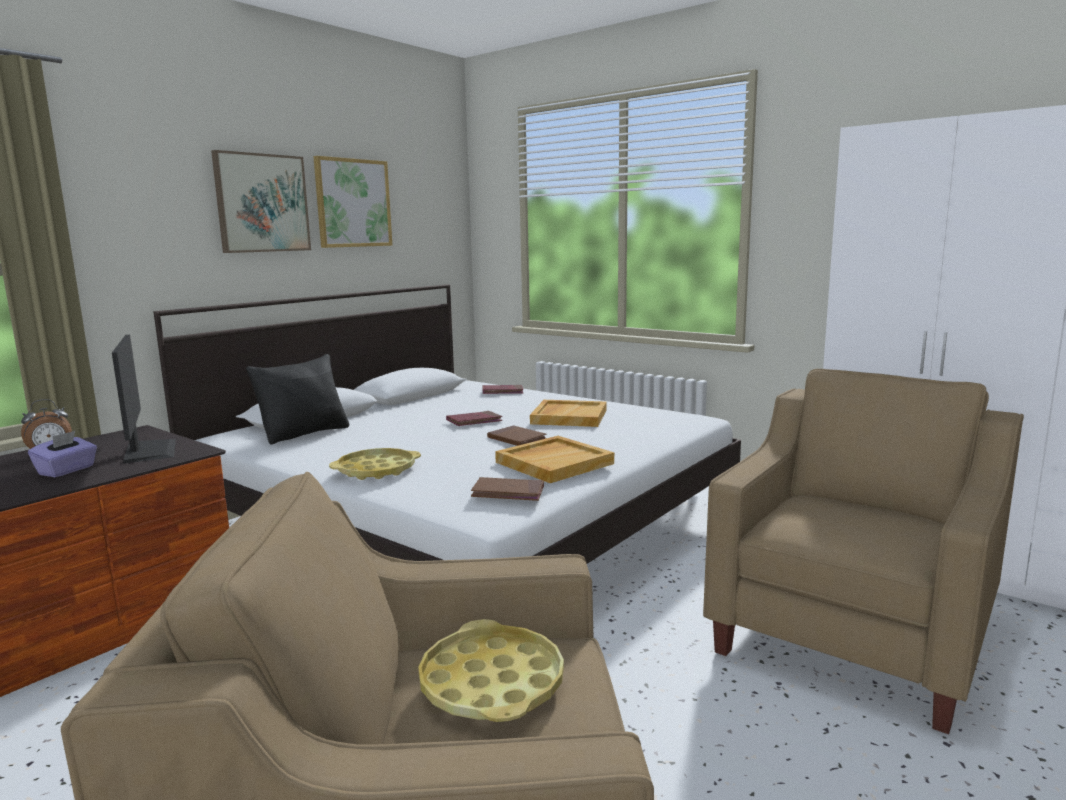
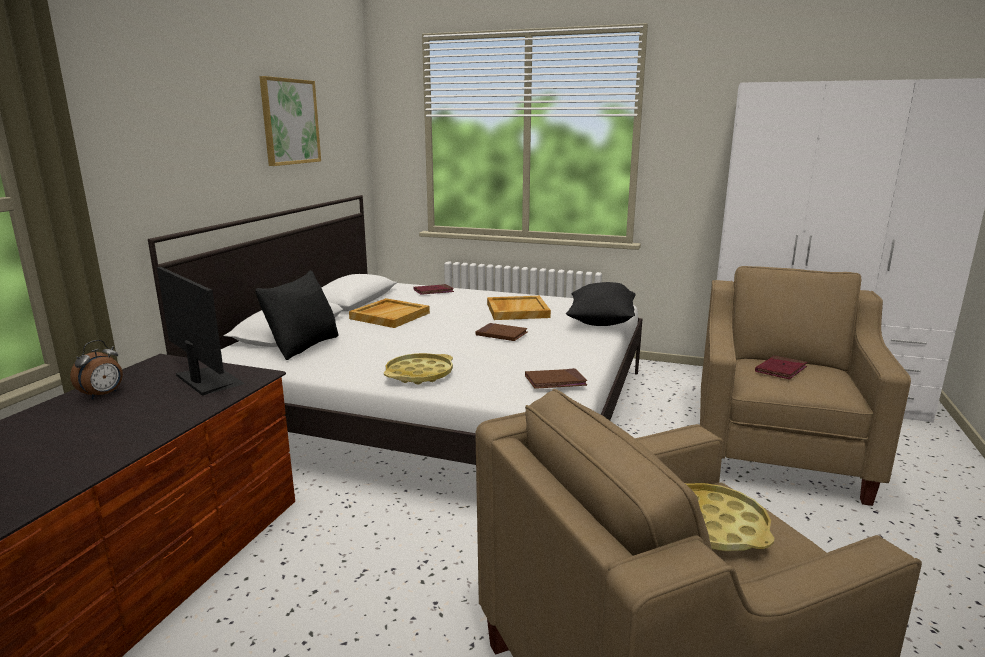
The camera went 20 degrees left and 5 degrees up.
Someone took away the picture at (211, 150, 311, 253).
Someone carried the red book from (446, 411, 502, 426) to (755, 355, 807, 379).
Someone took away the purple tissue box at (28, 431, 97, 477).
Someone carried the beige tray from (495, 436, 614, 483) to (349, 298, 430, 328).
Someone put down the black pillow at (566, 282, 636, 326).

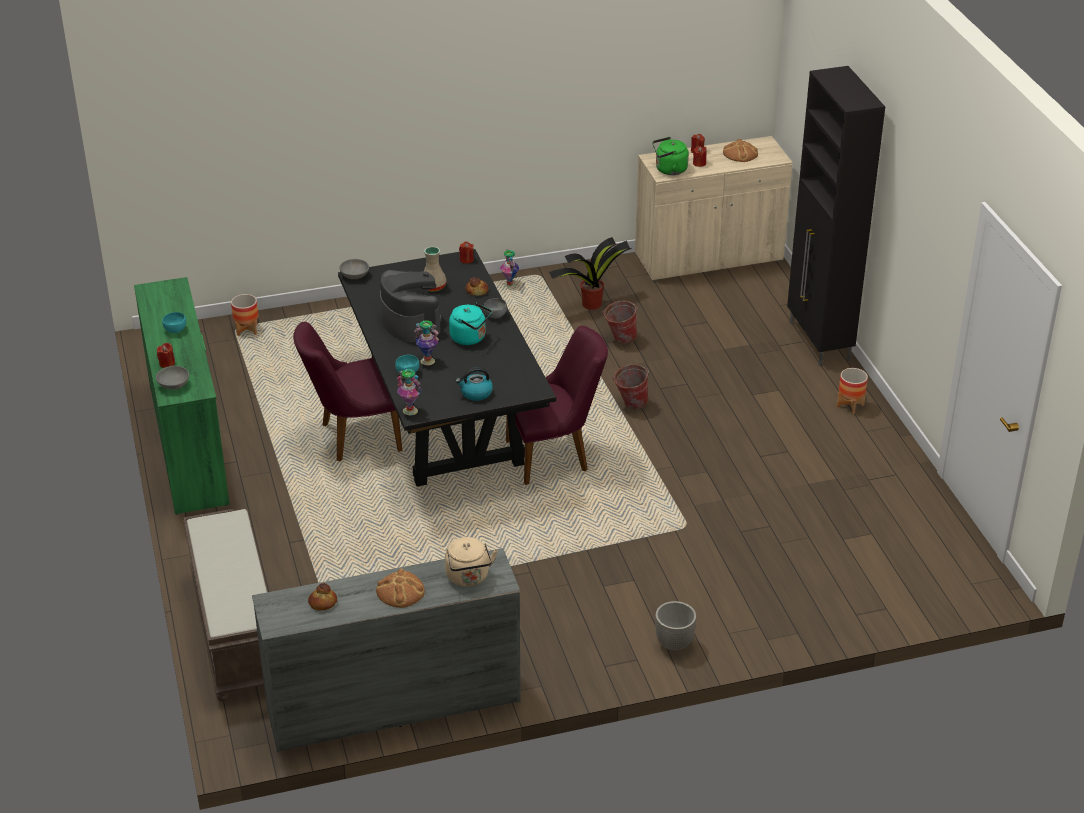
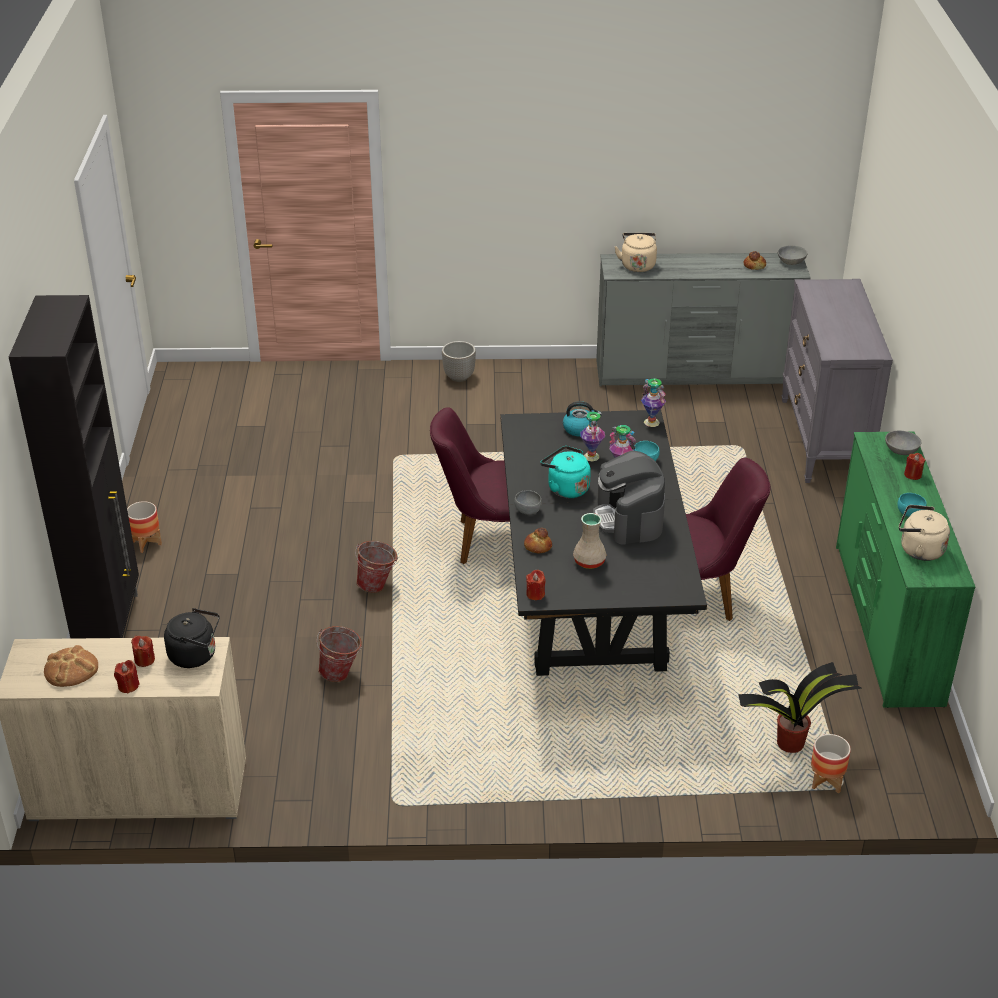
The camera went 165 degrees left and 0 degrees up.
Someone repainted the green kettle at (652, 137, 689, 175), which became the black kettle at (164, 608, 220, 668).
Someone carried the potted plant from (549, 237, 632, 310) to (738, 662, 863, 753).
Someone carried the vase from (500, 250, 520, 288) to (580, 411, 605, 462).
Someone carried the grey bowl from (340, 259, 369, 279) to (778, 245, 807, 265).
Someone swapped the brown bench at (183, 509, 268, 702) for the grey dresser at (781, 279, 893, 483).
Someone took away the bread at (376, 568, 425, 608).
Someone put down the beige kettle at (899, 505, 950, 561).

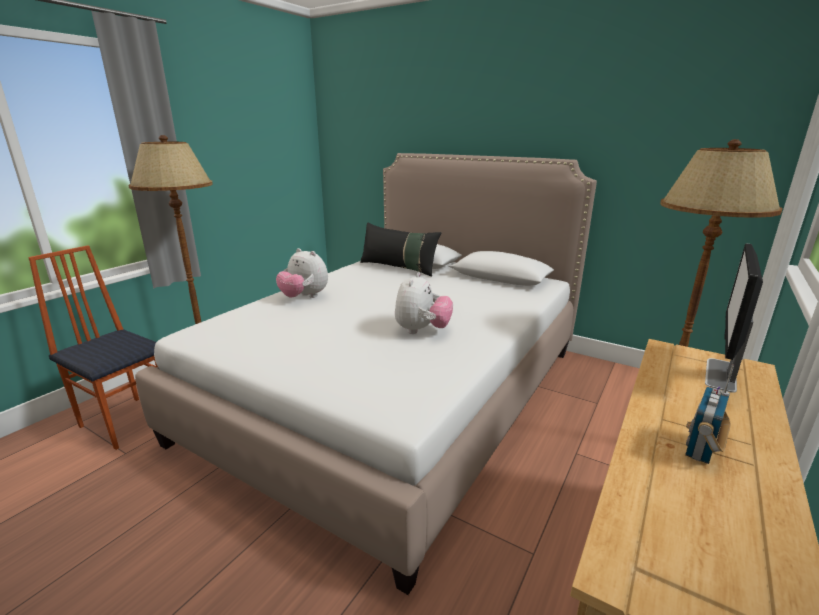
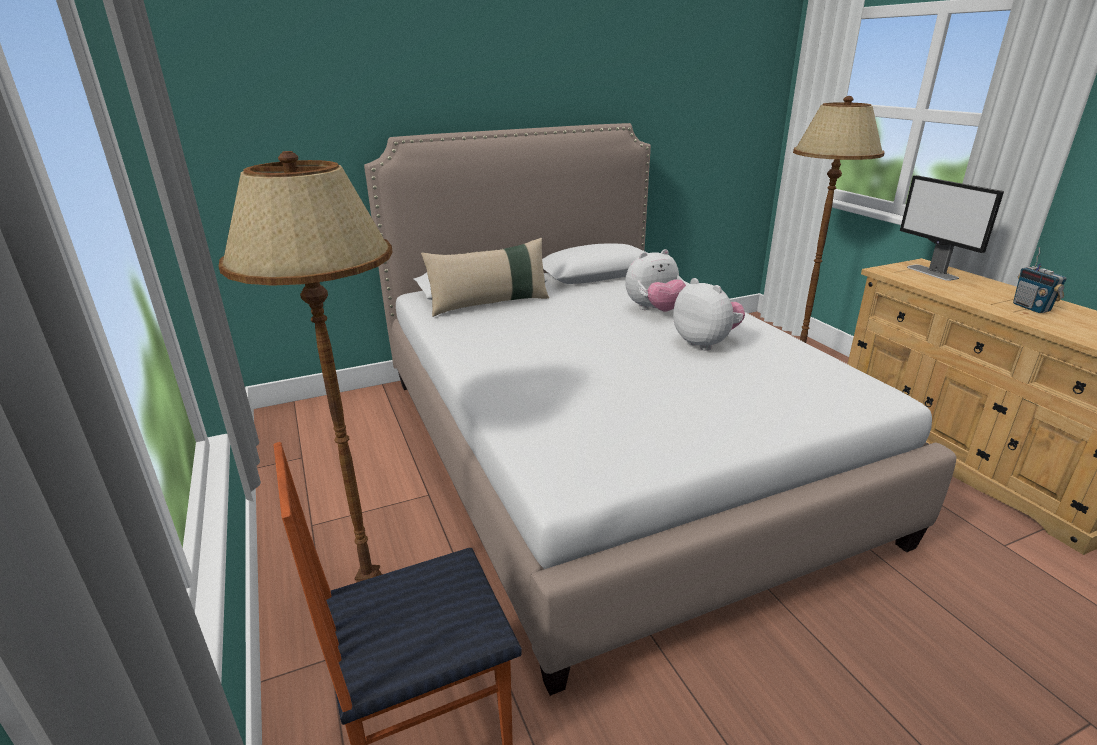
The camera went 55 degrees left and 5 degrees up.
Someone repainted the black pillow at (360, 222, 441, 276), which became the beige pillow at (421, 238, 549, 317).
Someone carried the plush toy from (276, 248, 328, 298) to (625, 249, 686, 311).

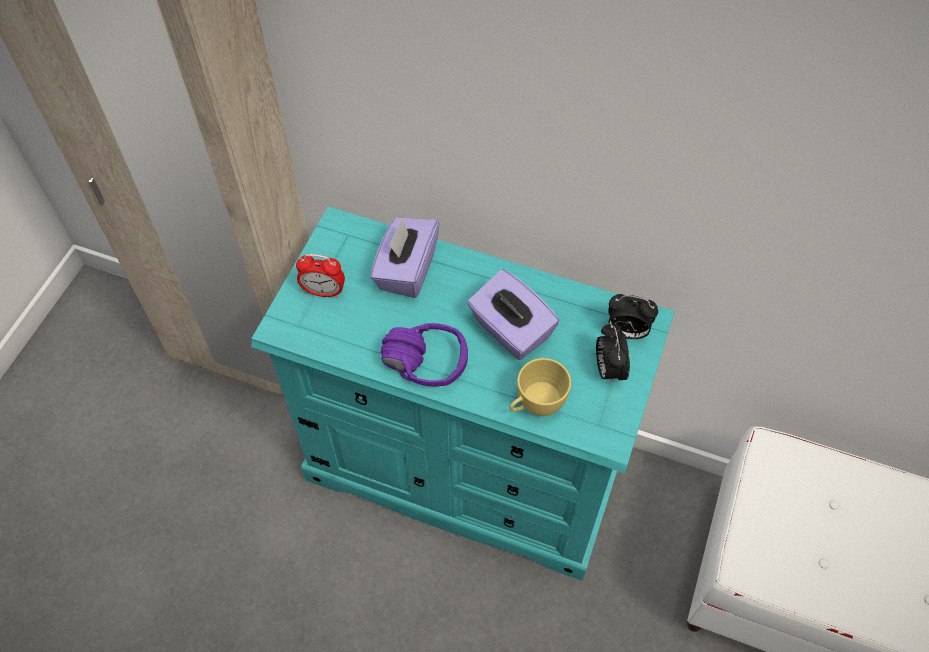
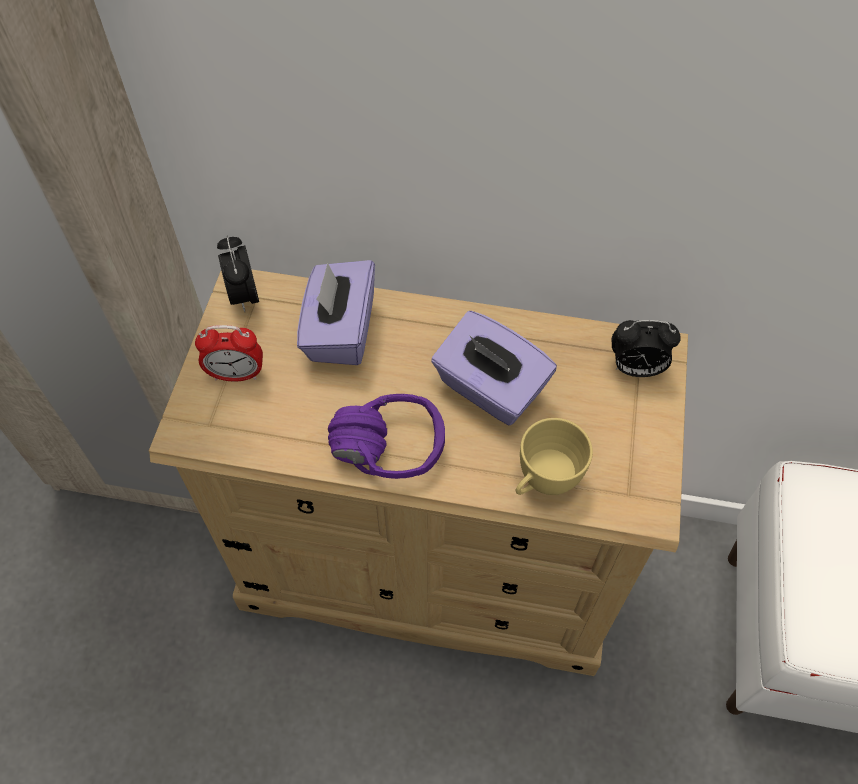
The camera went 10 degrees left and 0 degrees up.
Someone repainted the turquoise dresser at (251, 206, 675, 581), which became the beige dresser at (149, 269, 688, 676).
Someone carried the alarm clock from (596, 324, 630, 384) to (217, 236, 259, 312).

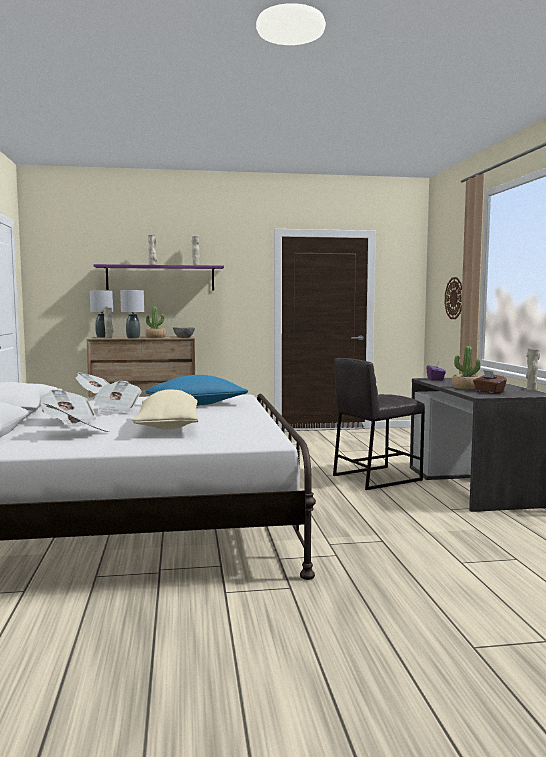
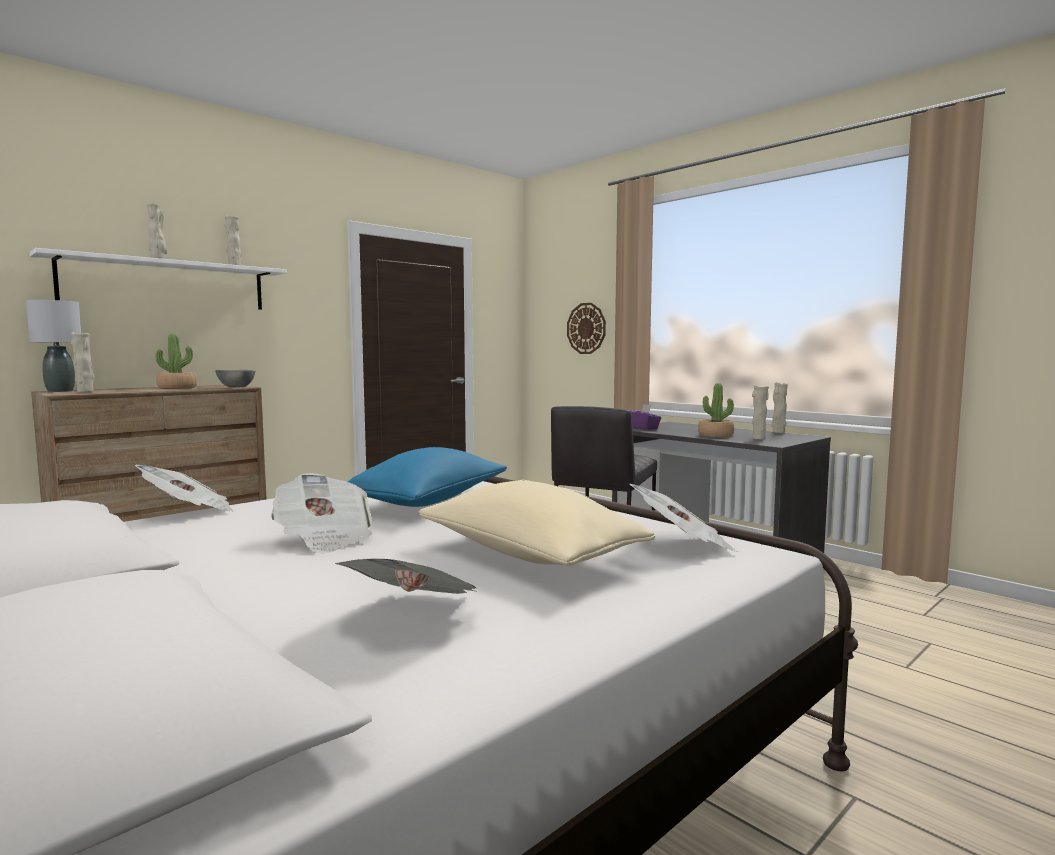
The camera went 35 degrees left and 0 degrees up.
Someone repainted the purple shelf at (94, 264, 224, 290), which became the white shelf at (30, 248, 287, 310).
Someone took away the grey table lamp at (120, 290, 144, 339).
Someone swapped the brown tissue box at (473, 370, 507, 394) for the beige vase at (752, 385, 769, 439).
Someone carried the newspaper from (40, 389, 96, 427) to (630, 484, 738, 552).

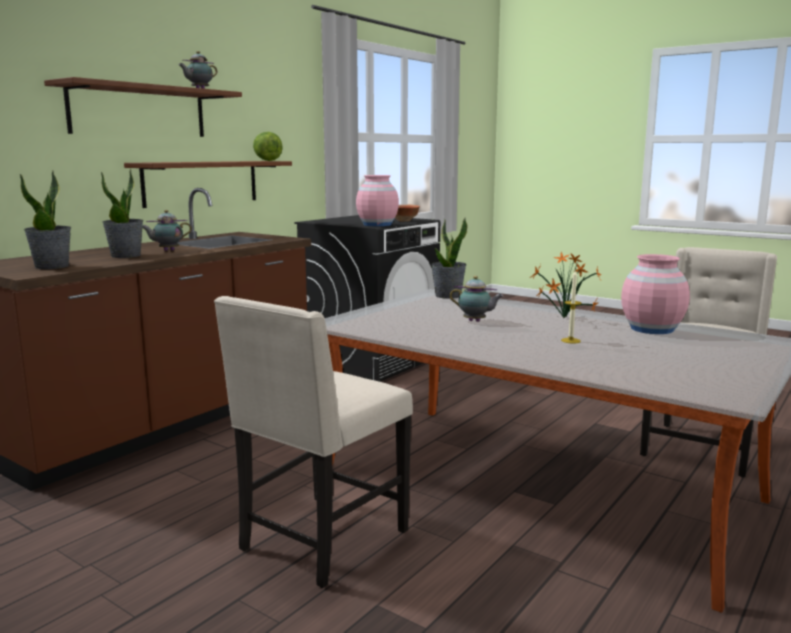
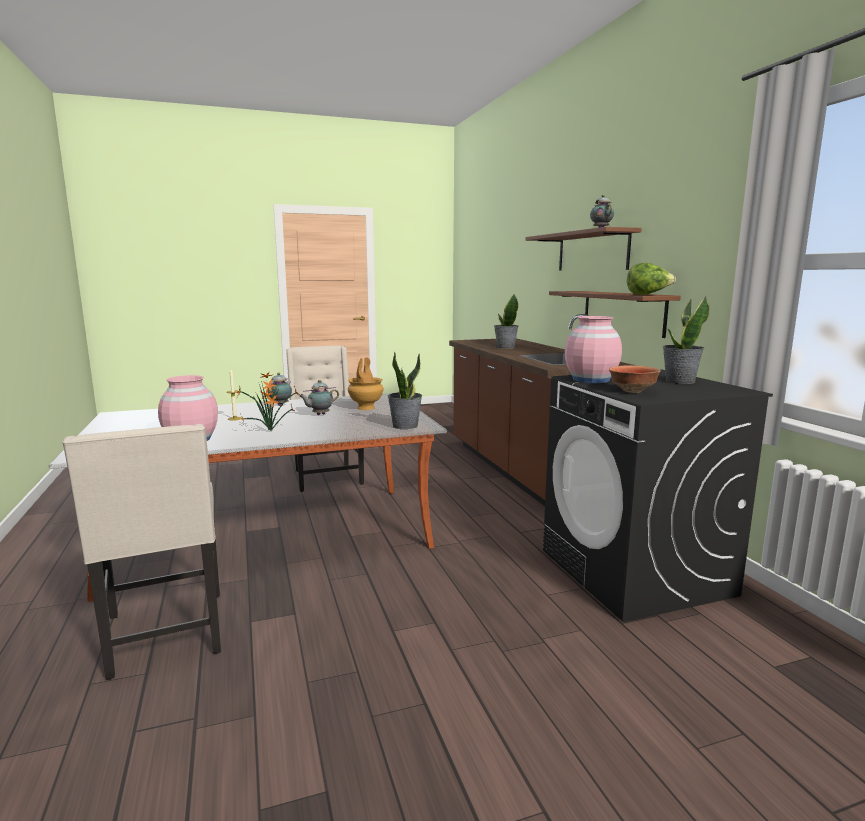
The camera went 125 degrees right and 0 degrees up.
Someone carried the potted plant from (20, 171, 72, 269) to (663, 297, 710, 384).
Someone carried the teapot from (143, 210, 192, 251) to (268, 373, 292, 406).
Someone put down the brown vase at (348, 357, 384, 410).

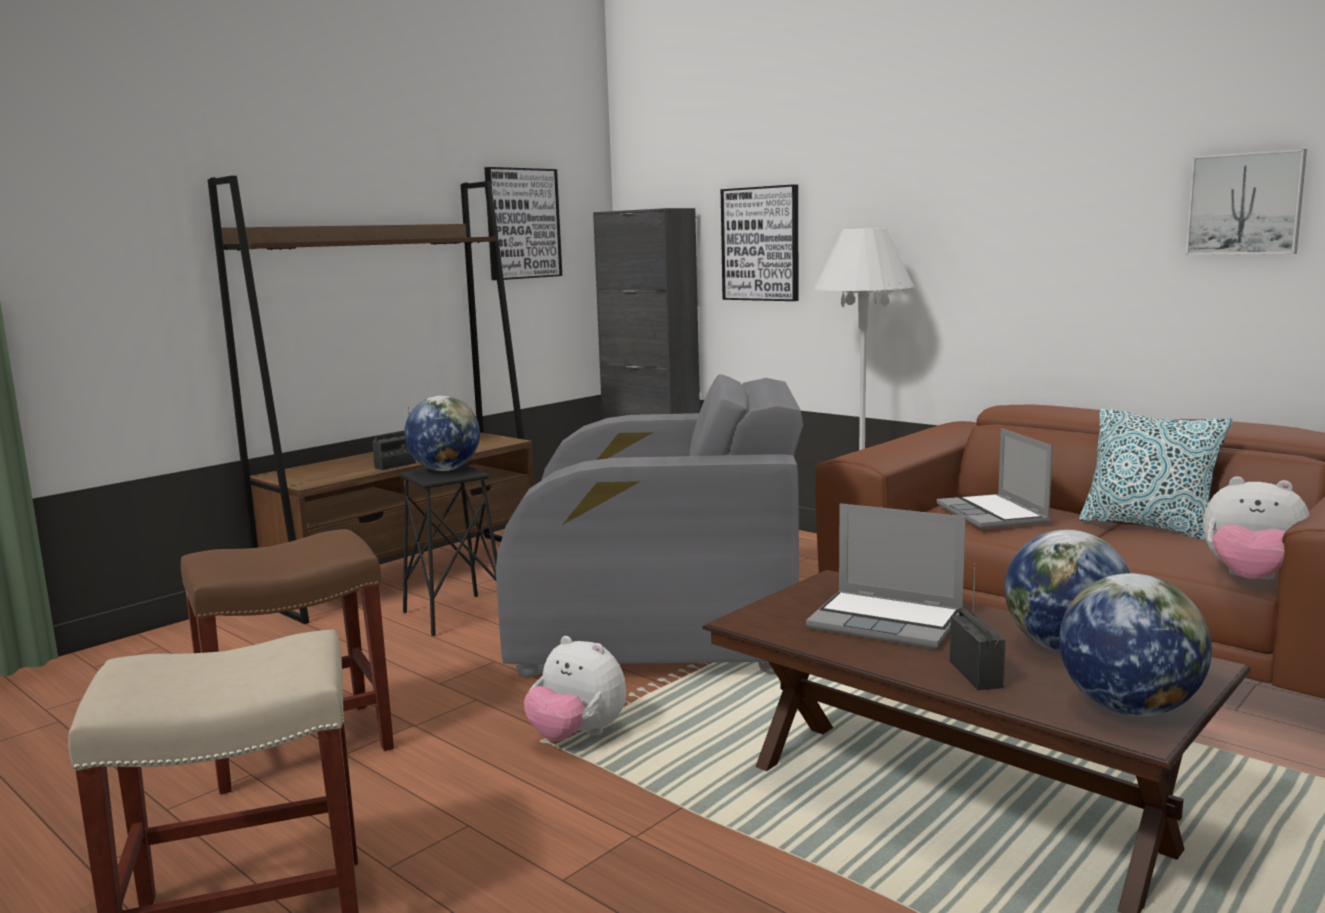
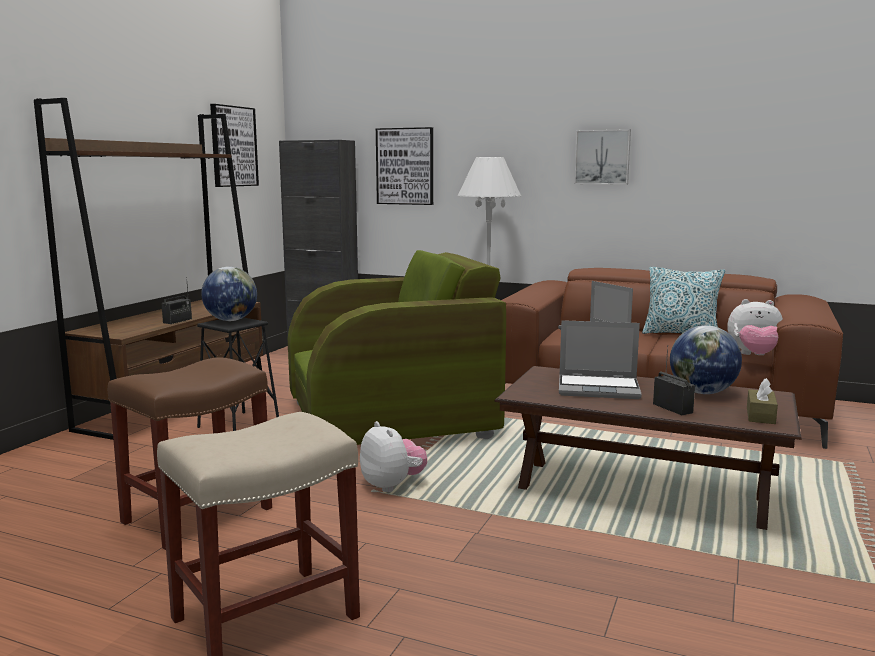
The camera went 20 degrees left and 0 degrees up.
Someone carried the picture from (1185, 149, 1307, 255) to (574, 129, 631, 185).
Someone repainted the grey armchair at (496, 374, 803, 678), which became the green armchair at (288, 250, 506, 445).
Someone swapped the globe at (1059, 573, 1212, 716) for the brown tissue box at (747, 378, 778, 424).
Someone rotated the plush toy at (524, 636, 626, 741) by 135 degrees counterclockwise.

